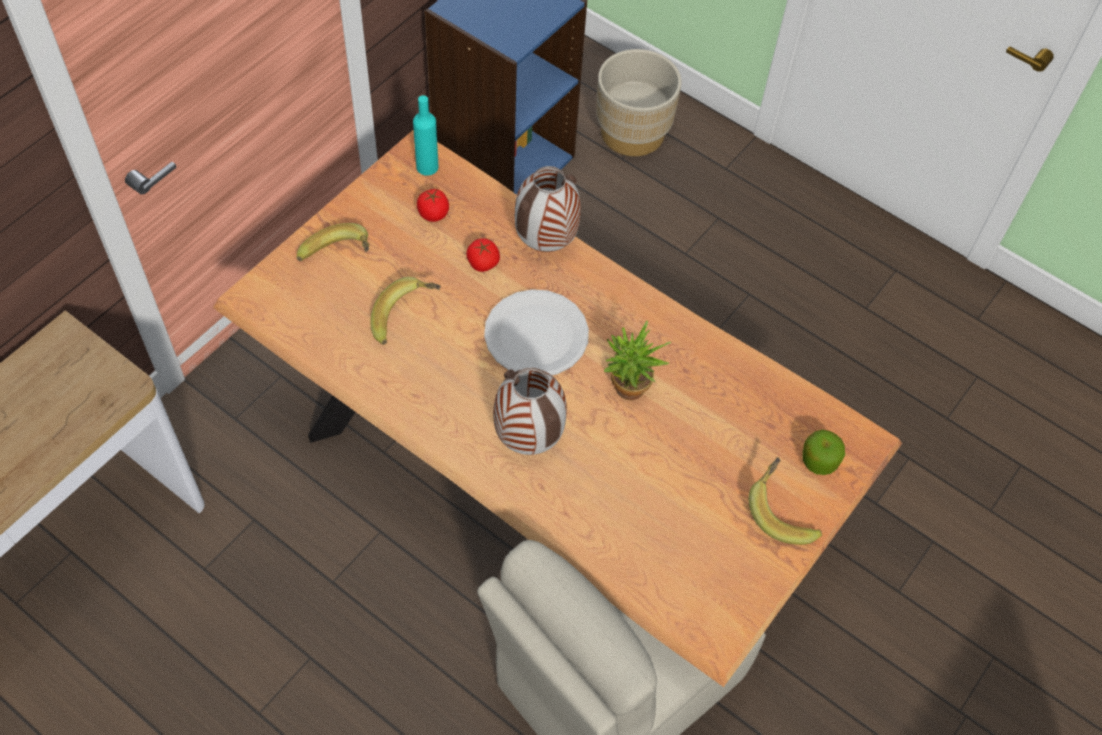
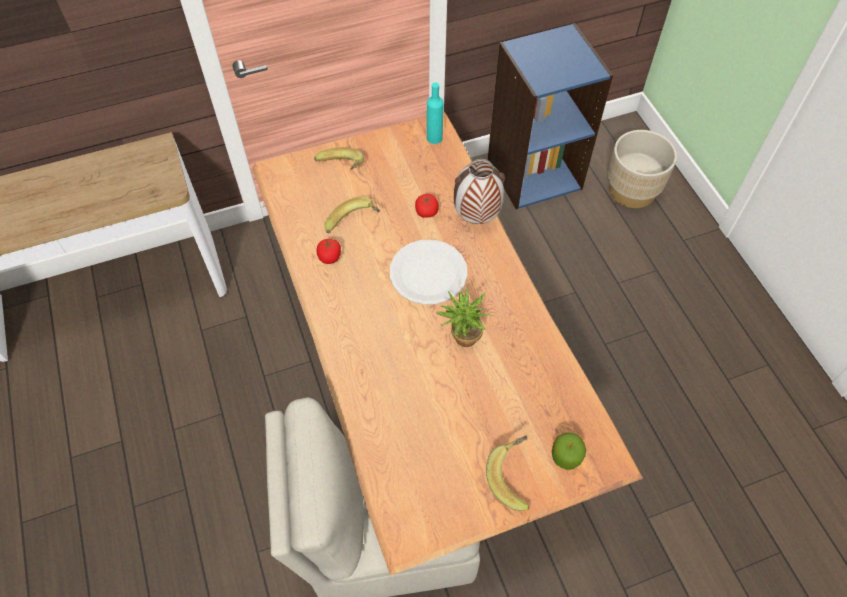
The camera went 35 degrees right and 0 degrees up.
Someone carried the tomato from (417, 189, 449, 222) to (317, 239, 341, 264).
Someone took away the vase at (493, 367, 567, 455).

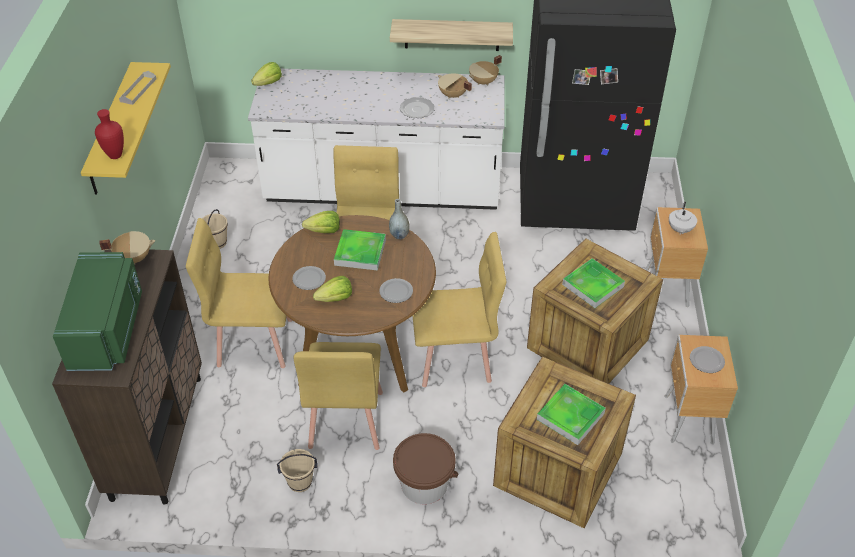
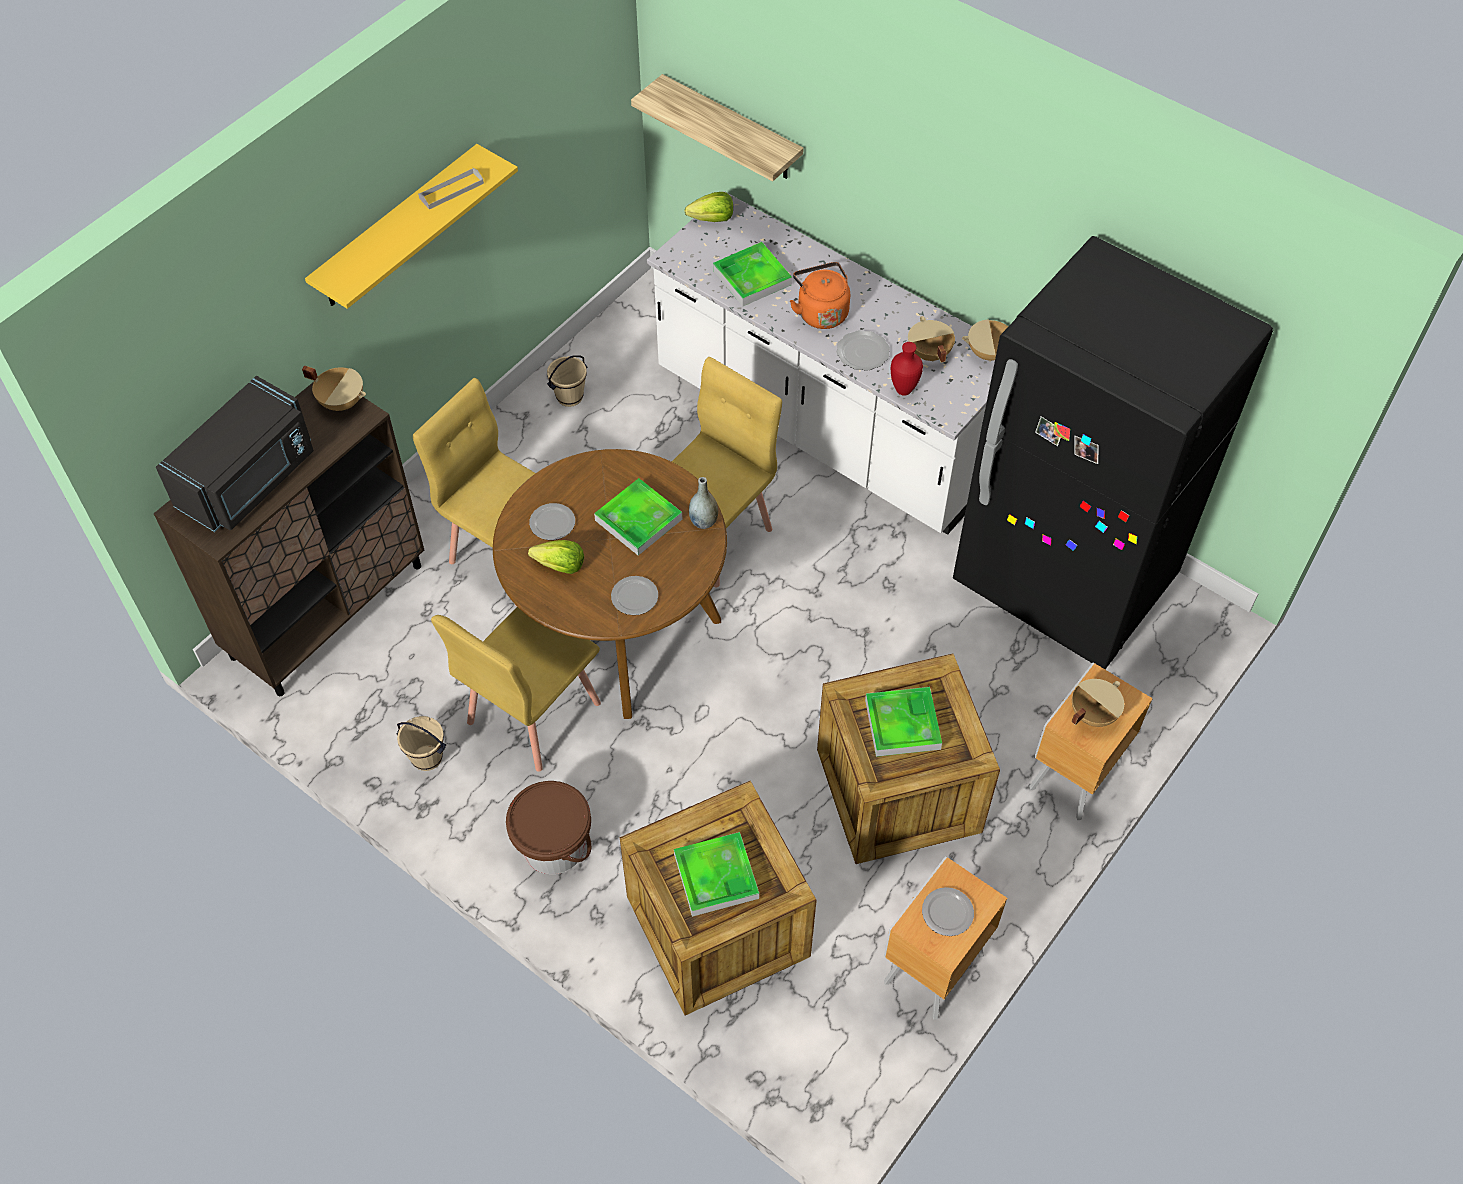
The camera went 35 degrees right and 10 degrees up.
Someone carried the shelf from (390, 19, 513, 51) to (631, 74, 804, 181).
Someone carried the red vase from (95, 109, 124, 159) to (891, 342, 923, 396).
Someone swapped the white teapot at (669, 202, 697, 234) for the beige cooking pot at (1072, 679, 1124, 727).
Someone took away the lettuce at (302, 211, 340, 233).
Someone took away the yellow chair at (413, 232, 506, 387).
Someone repainted the green microwave at (53, 252, 142, 371), which became the black microwave at (156, 376, 314, 532).
Someone put down the tray at (713, 242, 792, 307).
Someone put down the orange kettle at (790, 262, 850, 329).

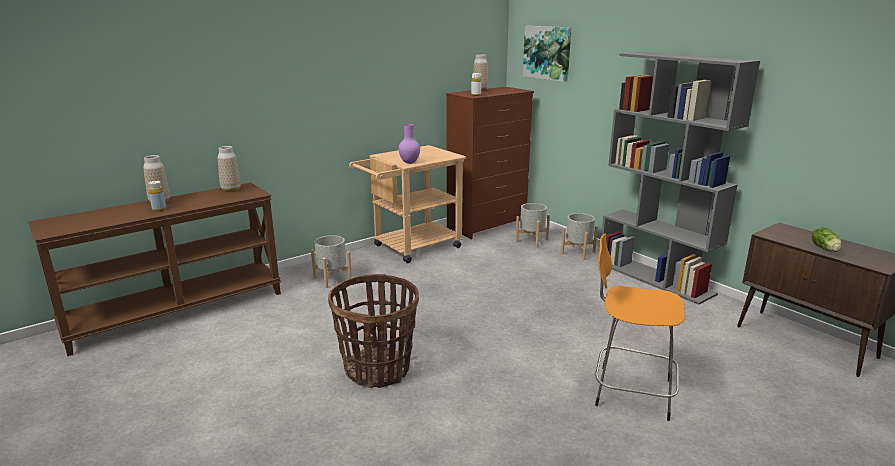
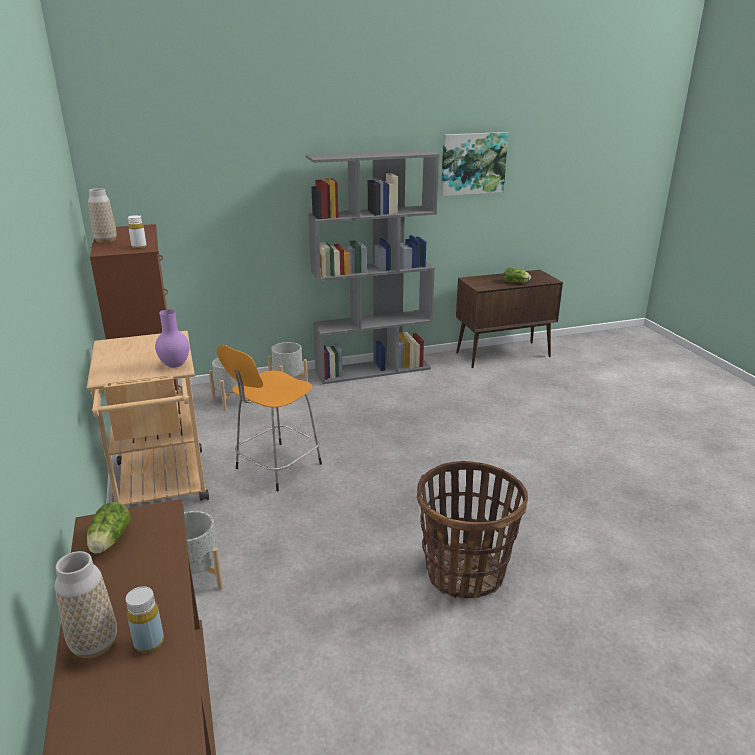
The camera went 70 degrees left and 5 degrees up.
Someone carried the picture from (523, 26, 572, 82) to (441, 132, 508, 196).
Someone swapped the vase at (218, 146, 241, 192) for the lettuce at (87, 502, 130, 554).
Someone carried the orange stool from (595, 233, 685, 421) to (217, 345, 322, 491).

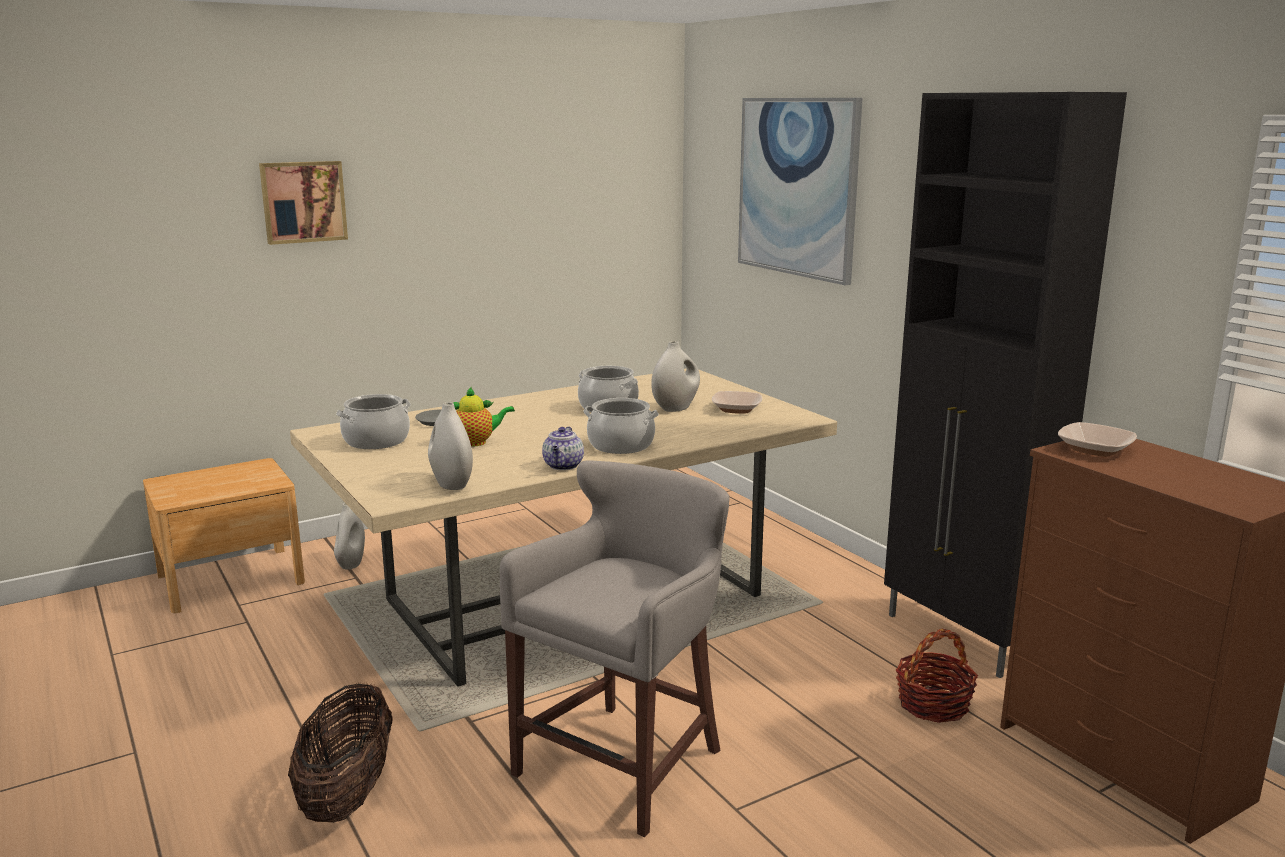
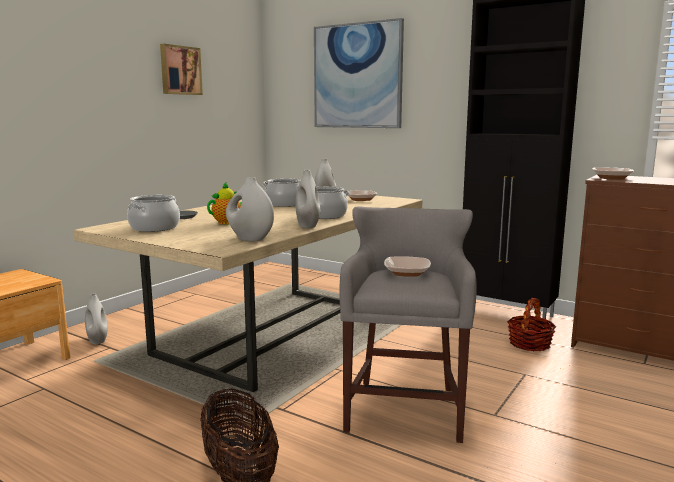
The camera went 25 degrees left and 5 degrees down.
Someone carried the picture from (259, 161, 348, 245) to (160, 44, 203, 95).
Someone swapped the teapot at (542, 426, 584, 470) for the white vase at (296, 170, 321, 228).
Someone put down the bowl at (384, 257, 431, 277).

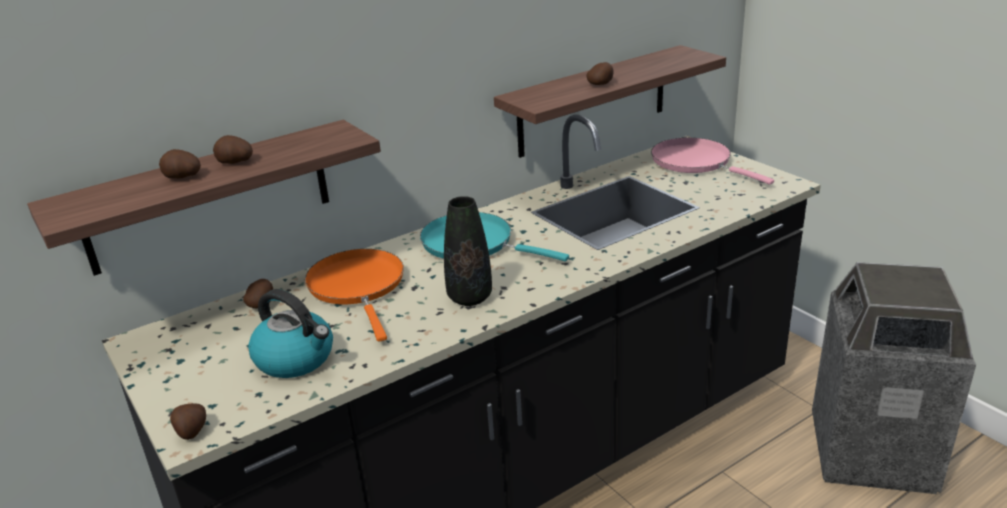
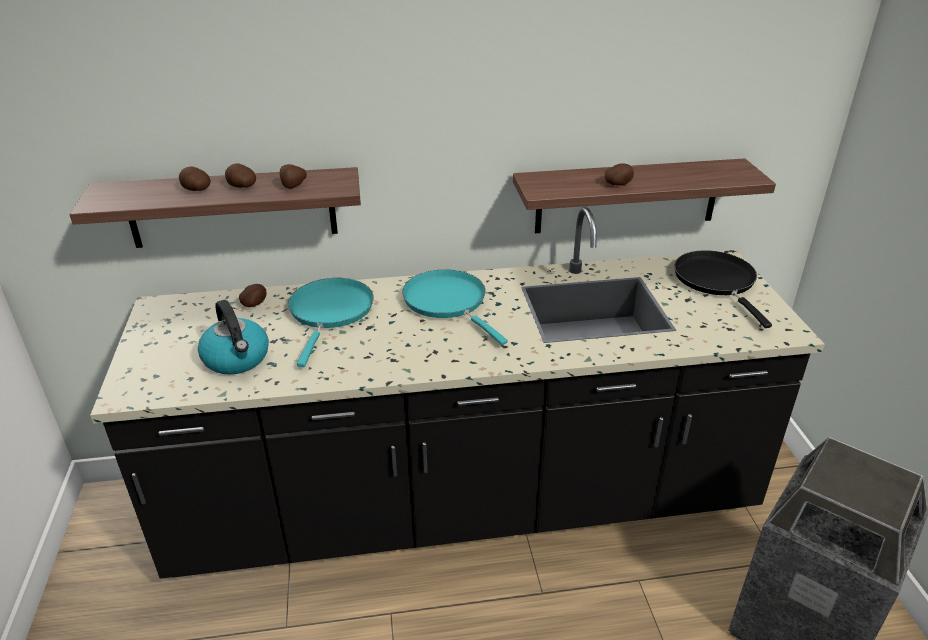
The camera went 25 degrees right and 5 degrees up.
Someone repainted the pink frying pan at (651, 138, 774, 185), which became the black frying pan at (674, 250, 772, 328).
Someone took away the black vase at (444, 196, 492, 306).
Someone repainted the orange frying pan at (305, 249, 404, 342), which became the turquoise frying pan at (288, 278, 374, 367).
Someone carried the potato from (170, 403, 206, 440) to (280, 164, 307, 189).

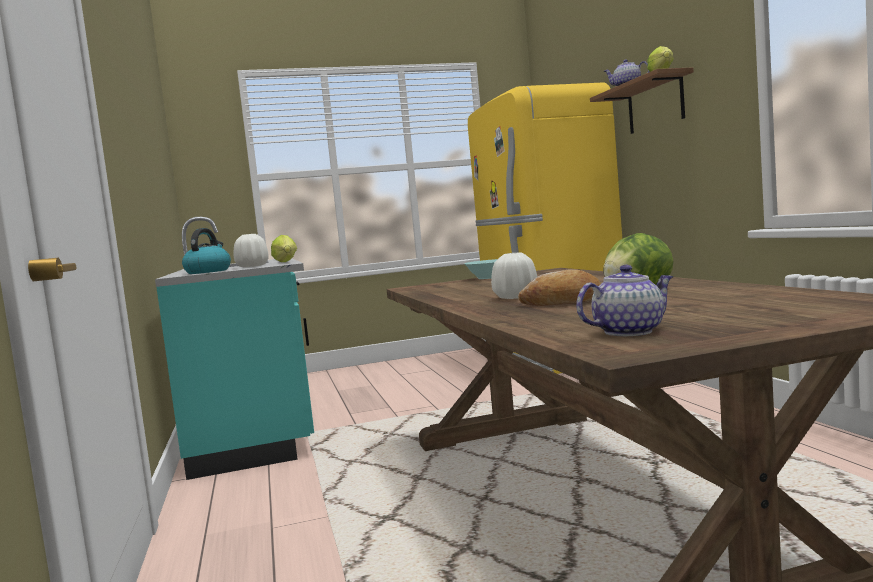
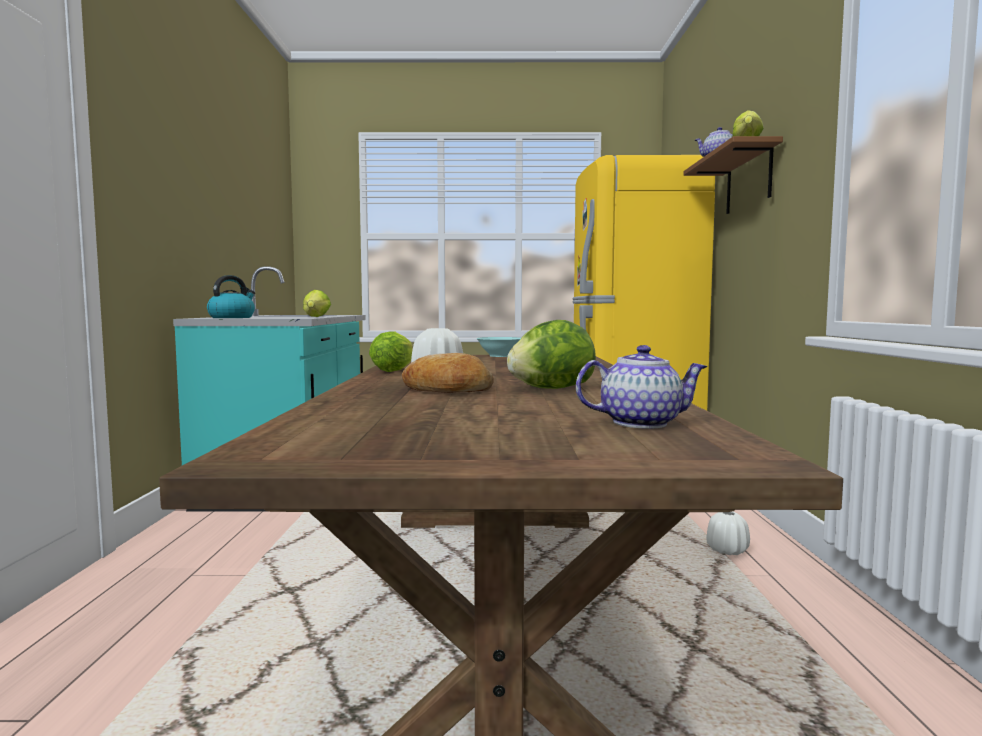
The camera went 15 degrees right and 0 degrees up.
Someone carried the white vase from (234, 234, 269, 267) to (707, 512, 750, 555).
Someone carried the teapot from (576, 265, 674, 336) to (576, 345, 708, 429).
Someone put down the lettuce at (369, 331, 413, 372).

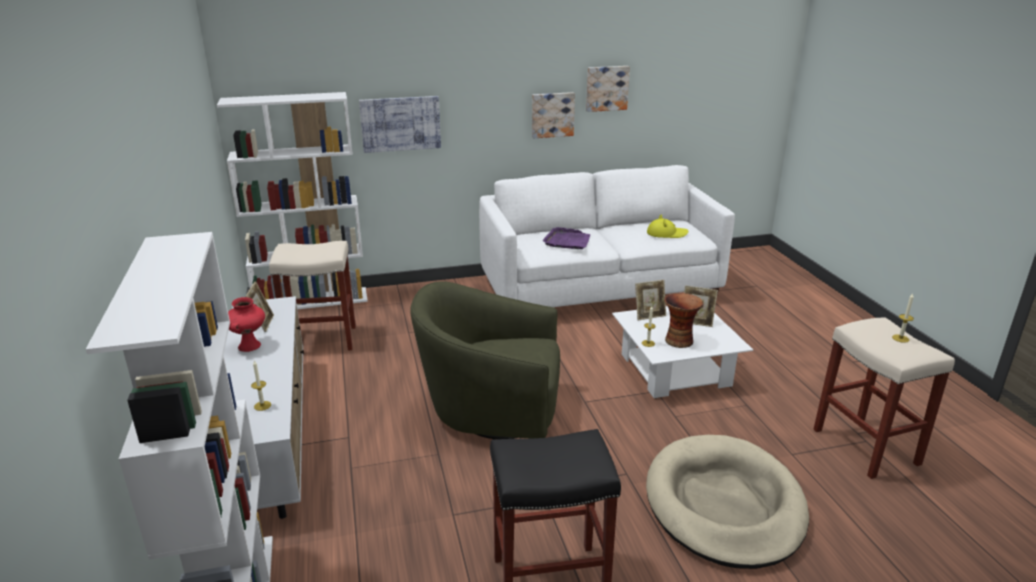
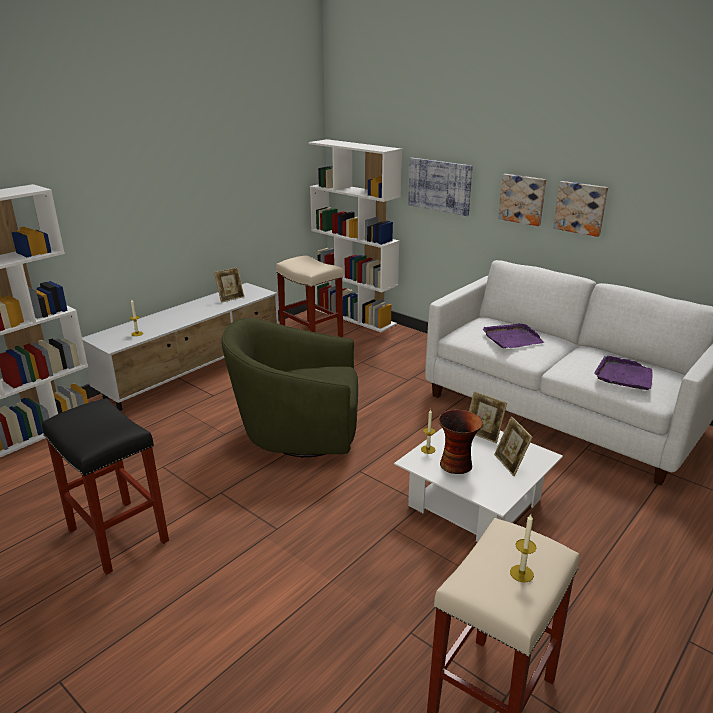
The camera went 55 degrees right and 0 degrees up.
Someone carried the picture from (586, 66, 630, 112) to (498, 174, 546, 226).
Someone swapped the yellow hat at (647, 215, 688, 238) for the purple tray at (594, 356, 652, 390).
Someone rotated the green armchair at (410, 281, 560, 440) by 60 degrees counterclockwise.
Someone took away the red vase at (228, 297, 265, 352).
Someone took away the beige dog bed at (646, 435, 809, 569).

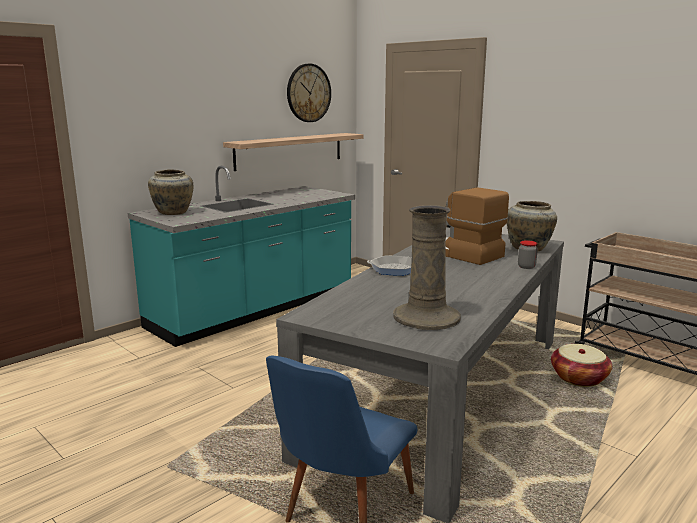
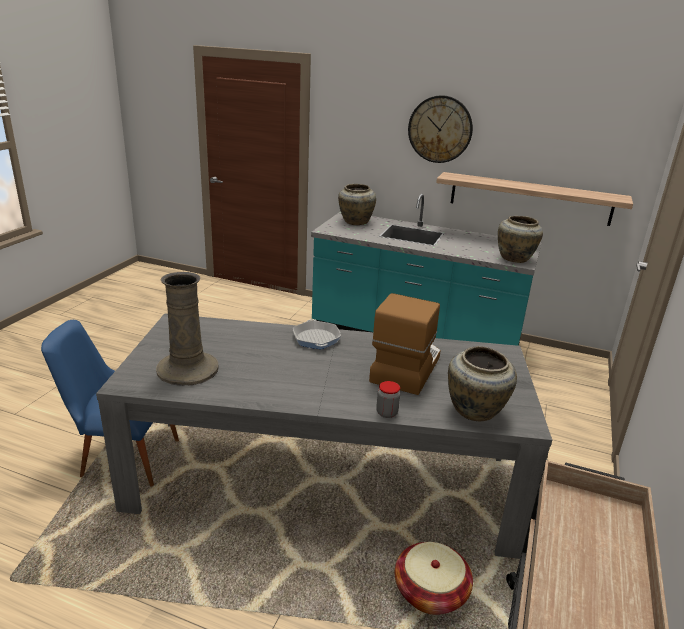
The camera went 65 degrees right and 10 degrees up.
Someone carried the wall clock from (287, 64, 331, 122) to (408, 95, 473, 163).
Someone put down the beige vase at (498, 216, 543, 263).

